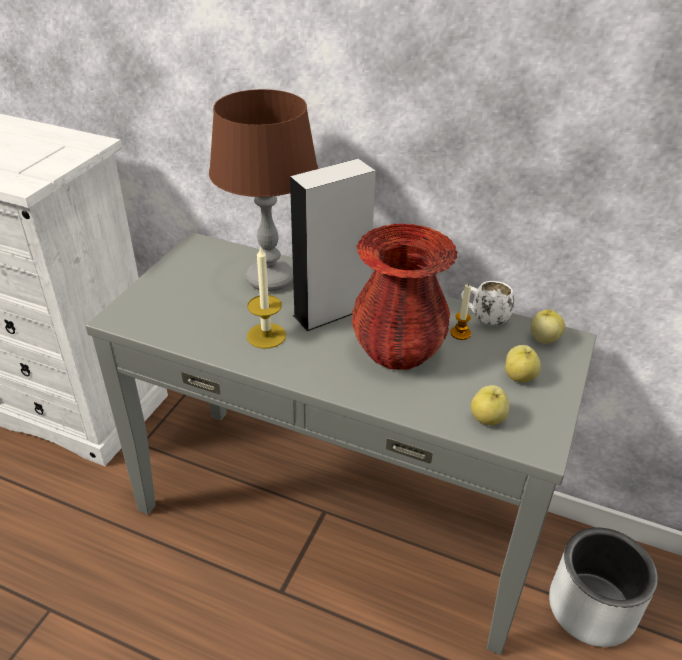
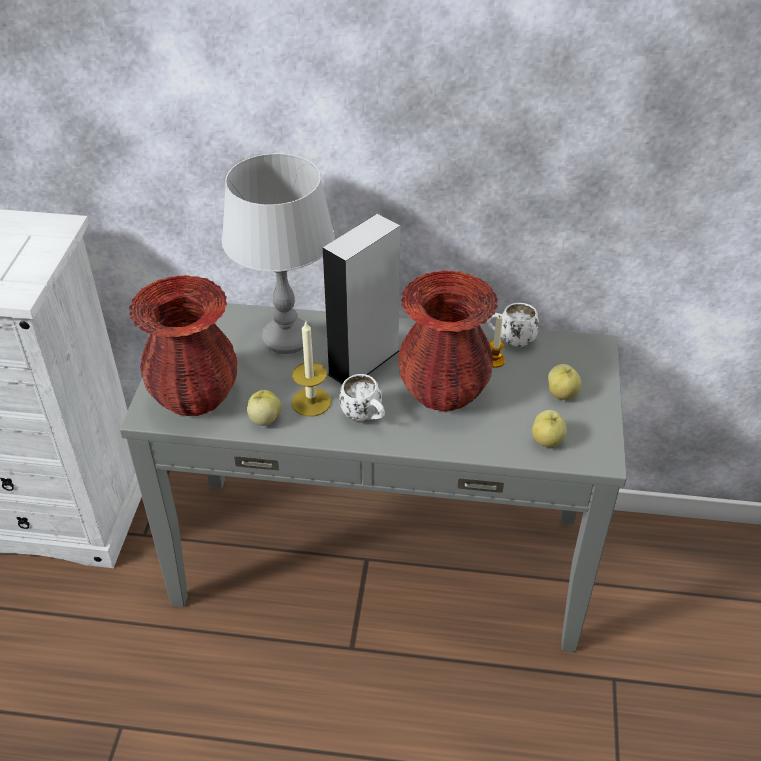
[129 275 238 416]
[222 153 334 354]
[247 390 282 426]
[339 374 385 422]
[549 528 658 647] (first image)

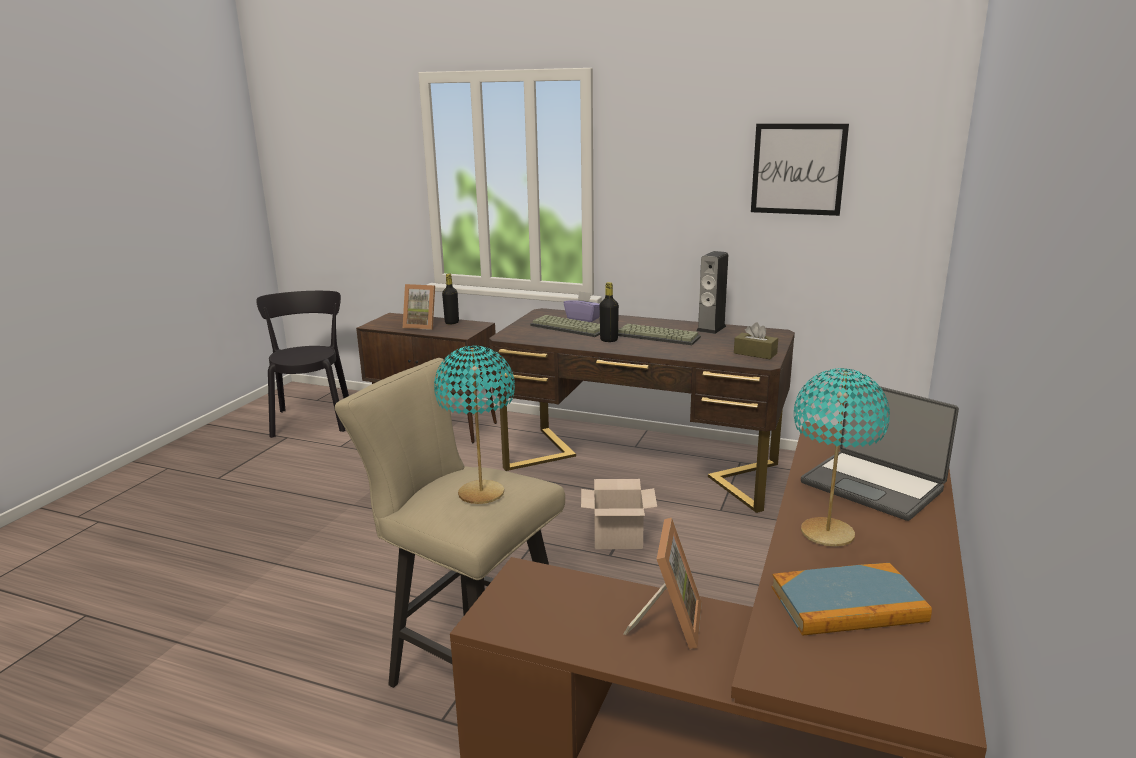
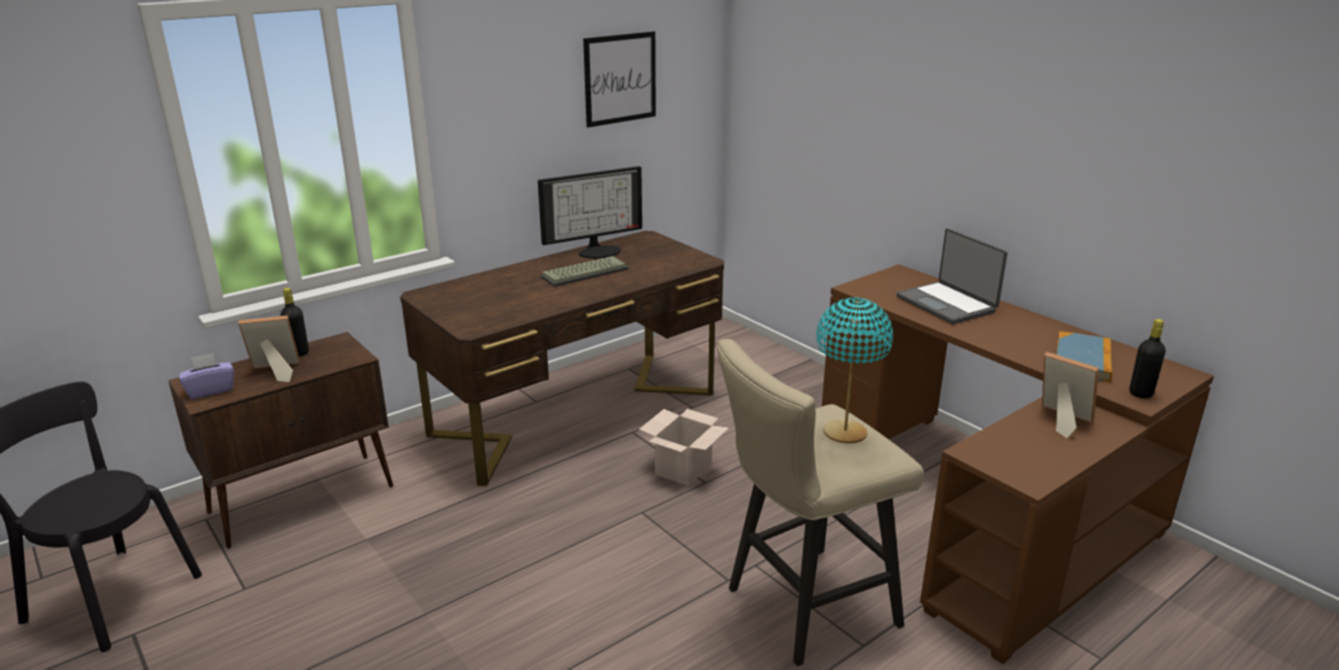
[179 353 234 399]
[238 315 300 382]
[538 166 642 259]
[896 228 1008 324]
[1129 319 1166 398]
[530 315 600 337] (first image)
[734 322 778 359] (first image)
[794 368 890 547] (first image)

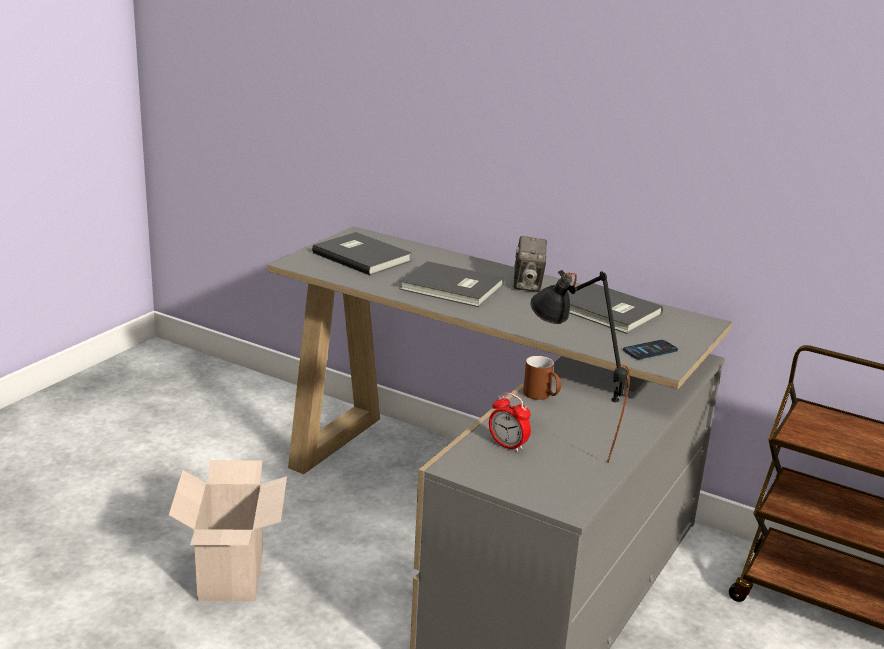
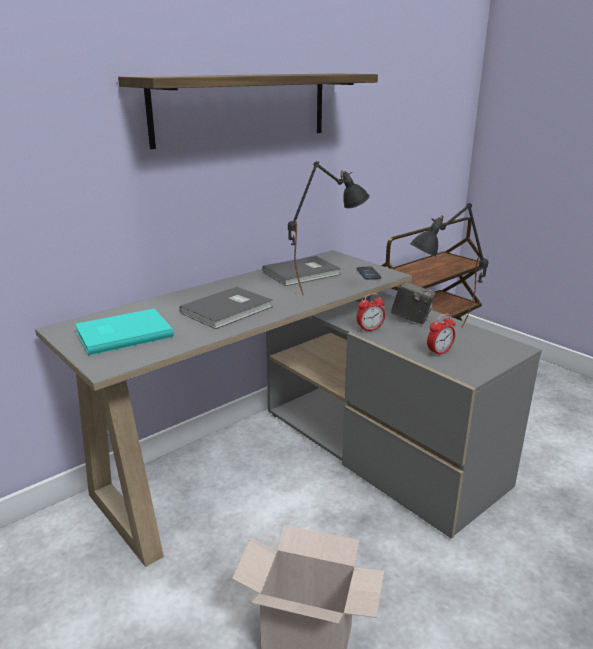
[75 309 173 355]
[118 73 378 149]
[288 161 370 295]
[357 293 385 332]
[391 281 436 324]

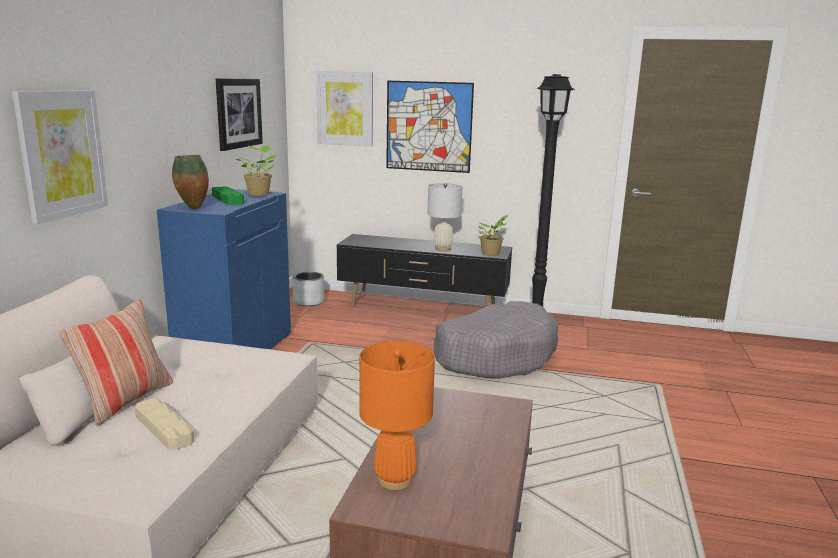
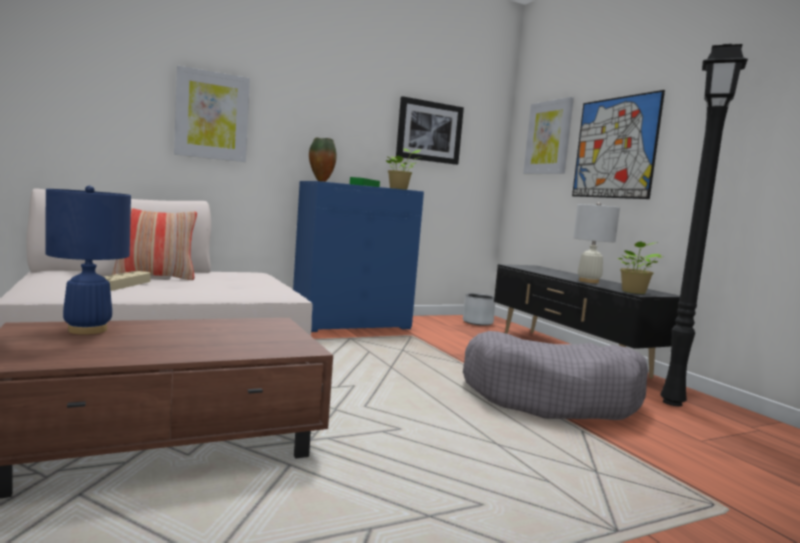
[45 186 131 334]

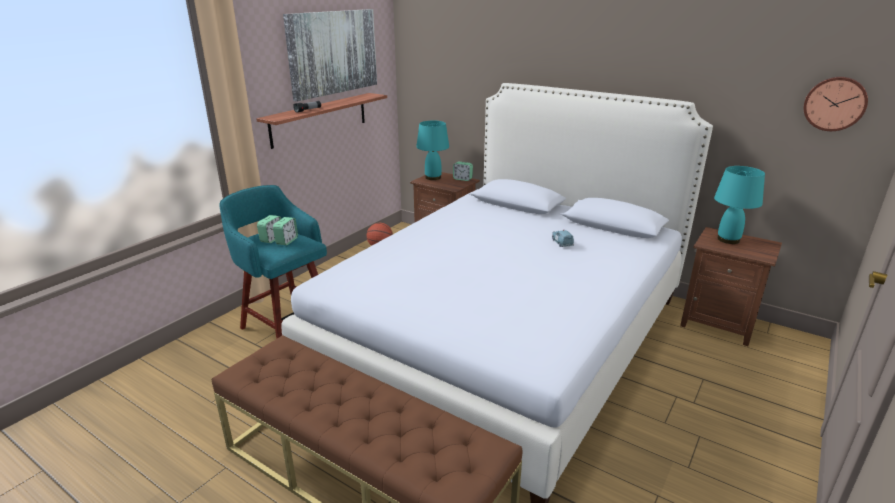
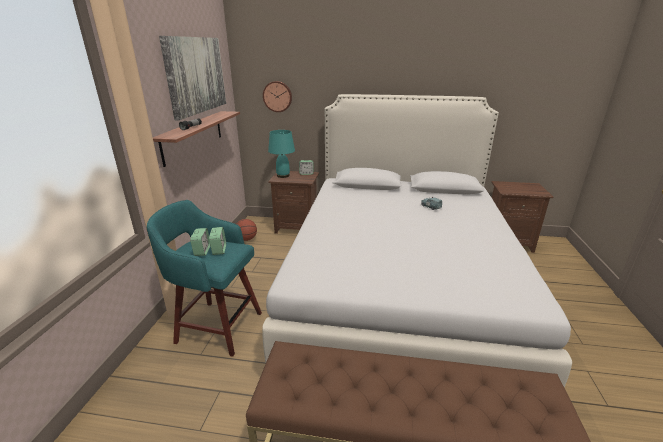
[263 81 292 112]
[714 166 765 244] (first image)

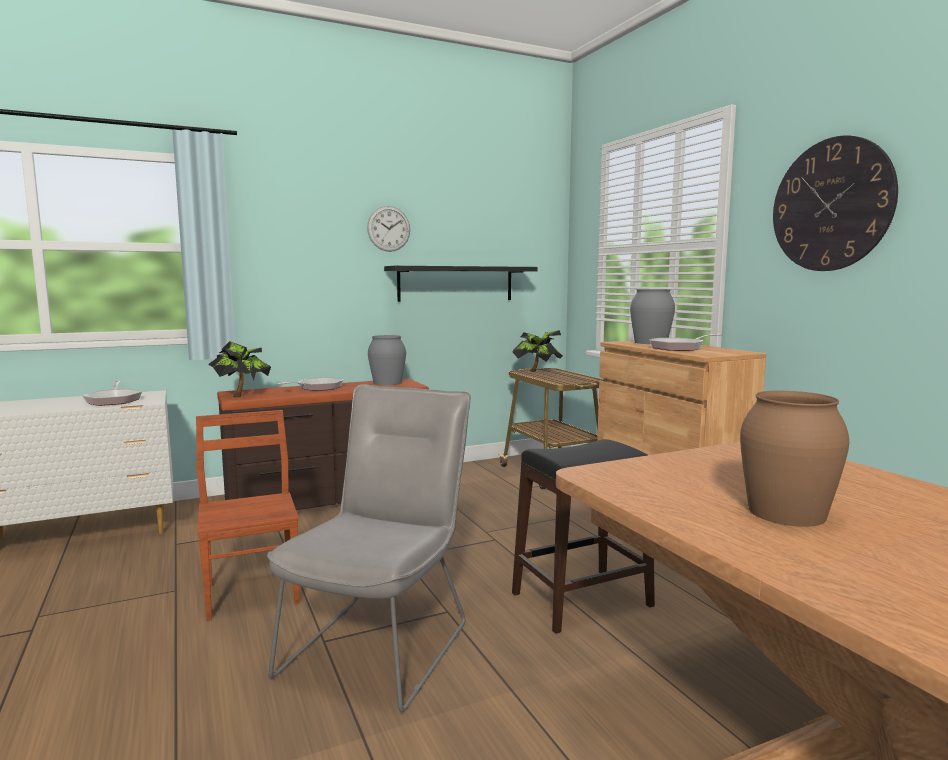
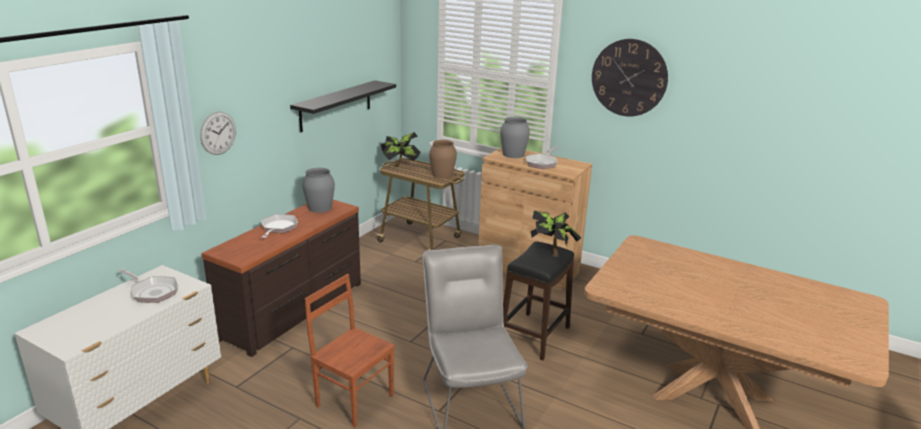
[200 112 236 155]
[429 140 457 179]
[531 210 581 257]

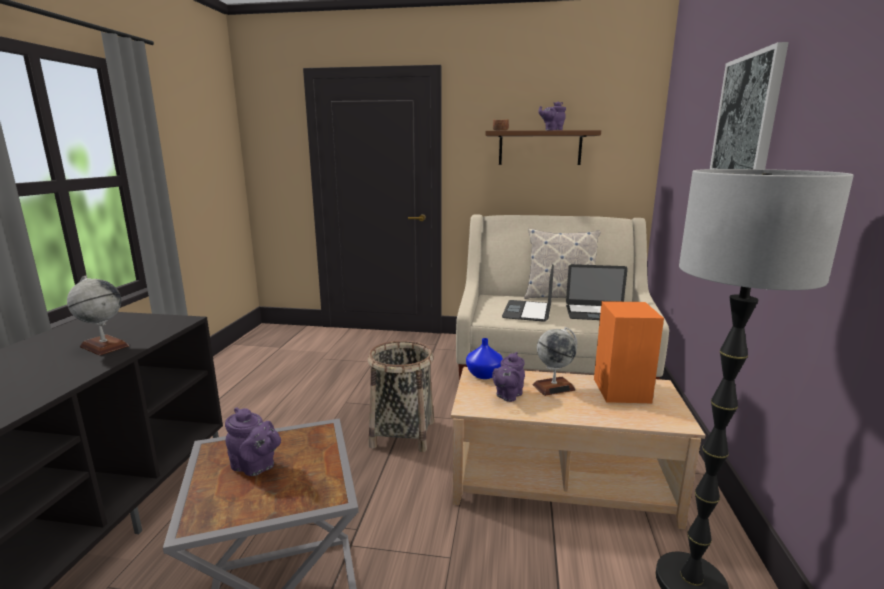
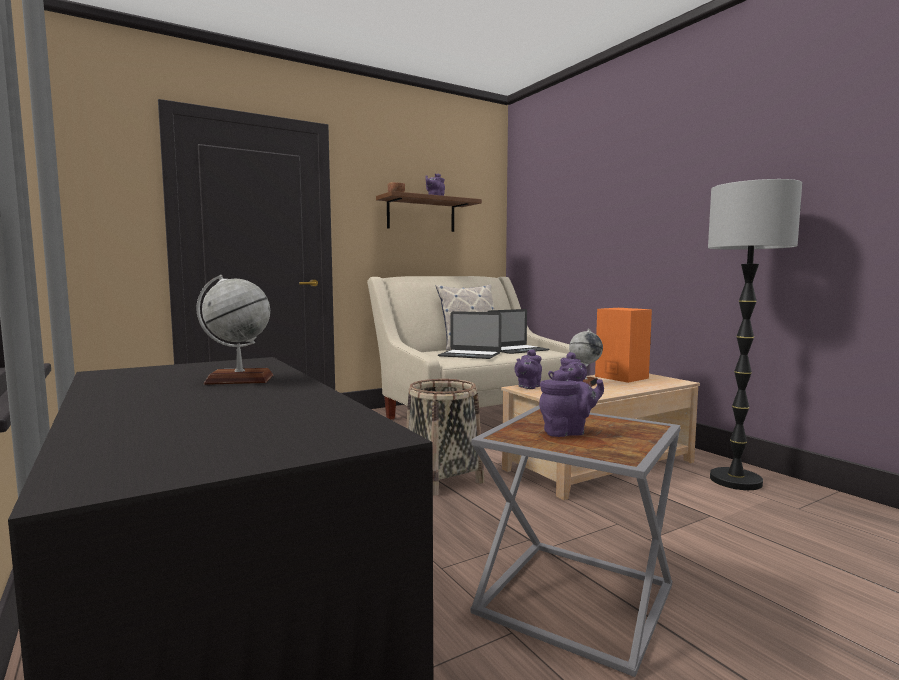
[438 311 502 359]
[515 349 542 389]
[710 42 789 169] (first image)

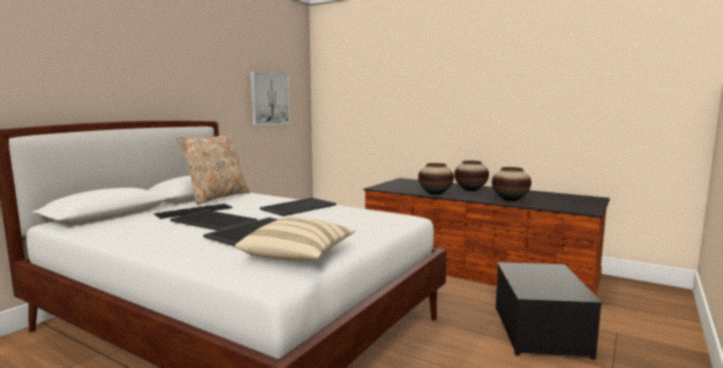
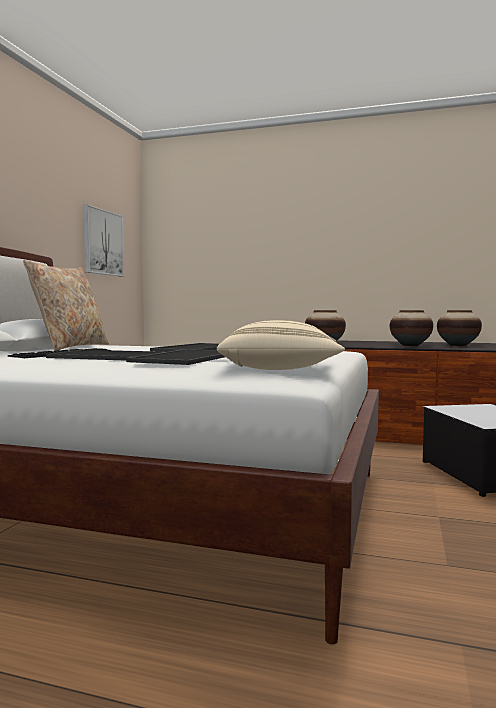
[437 310 482 346]

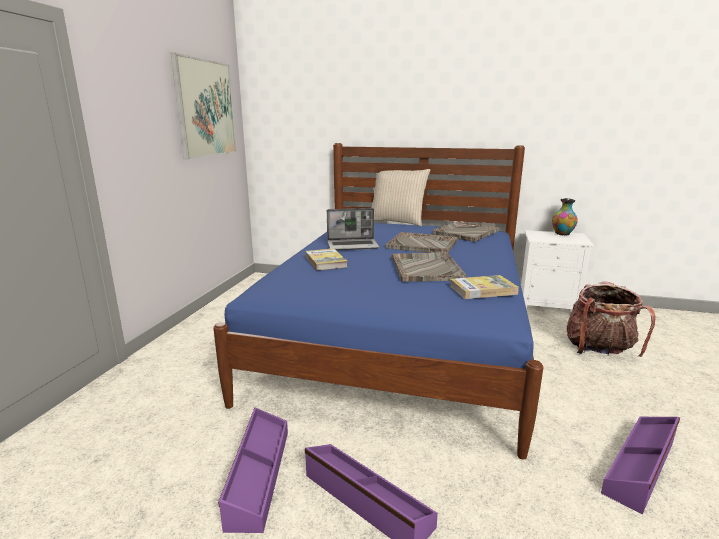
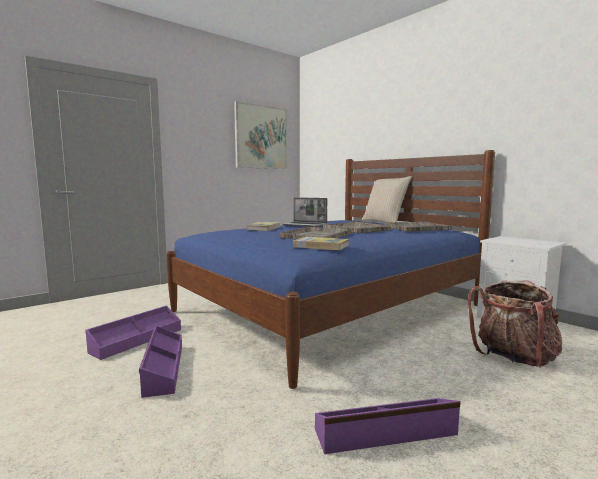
[552 198 578 235] (first image)

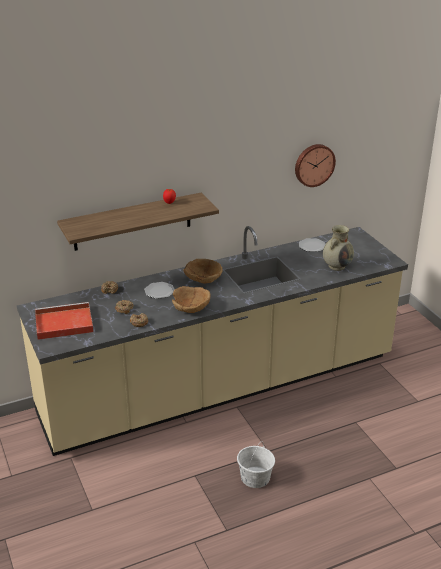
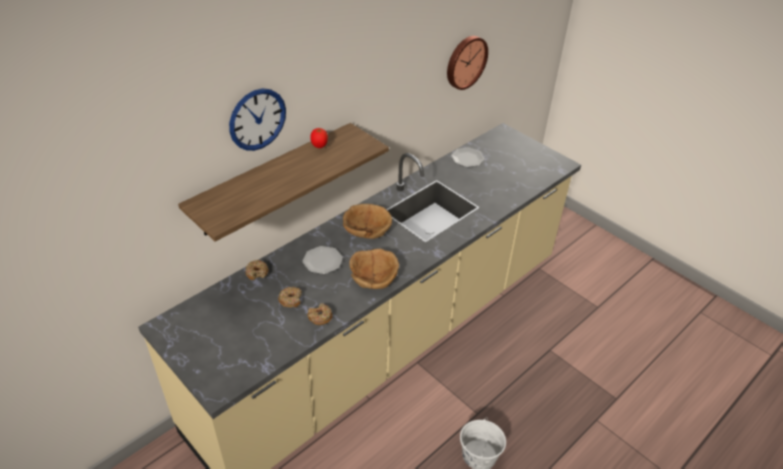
[229 88 286 151]
[35 302 94 340] (first image)
[323 225 354 271] (first image)

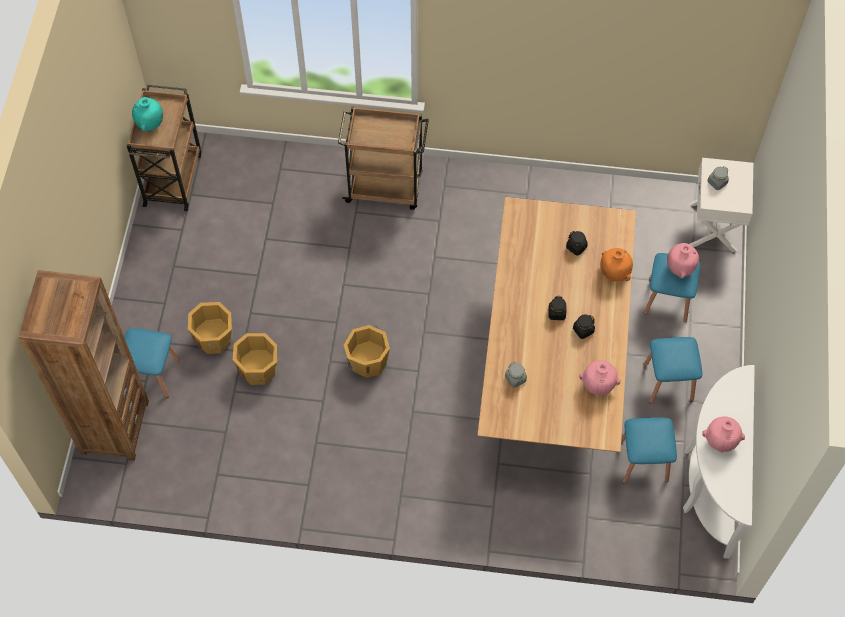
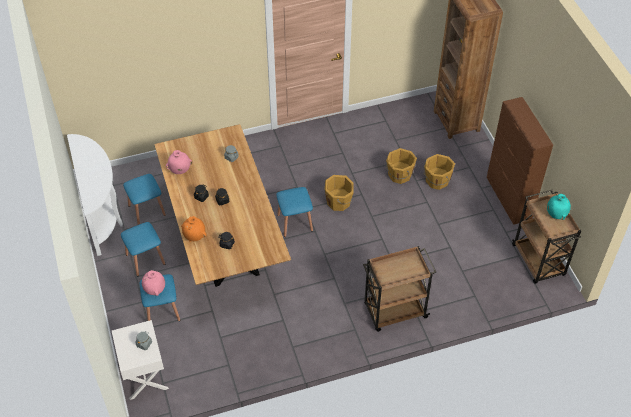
[276 187 313 237]
[487 97 553 225]
[702 416 745 453] (first image)

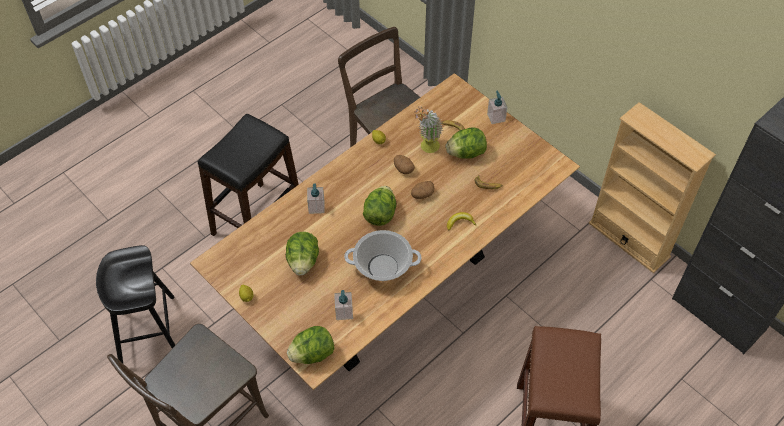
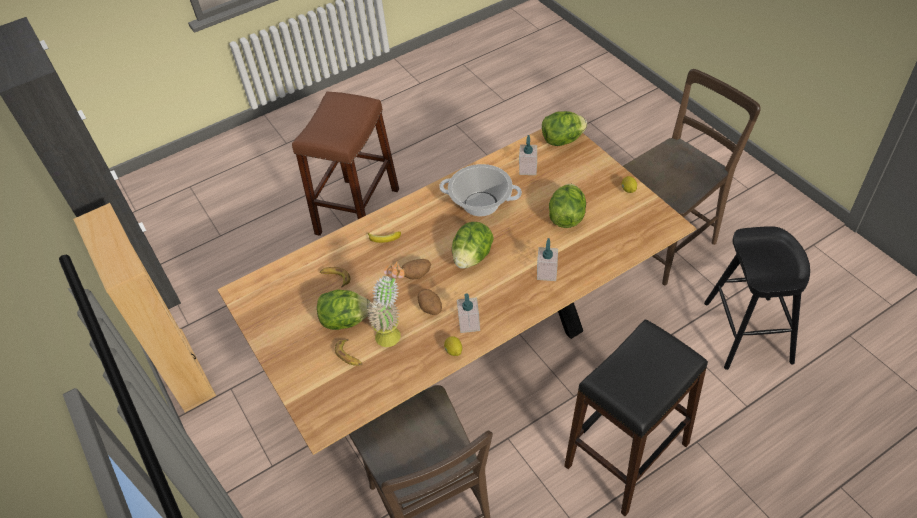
[457 294 480 333]

